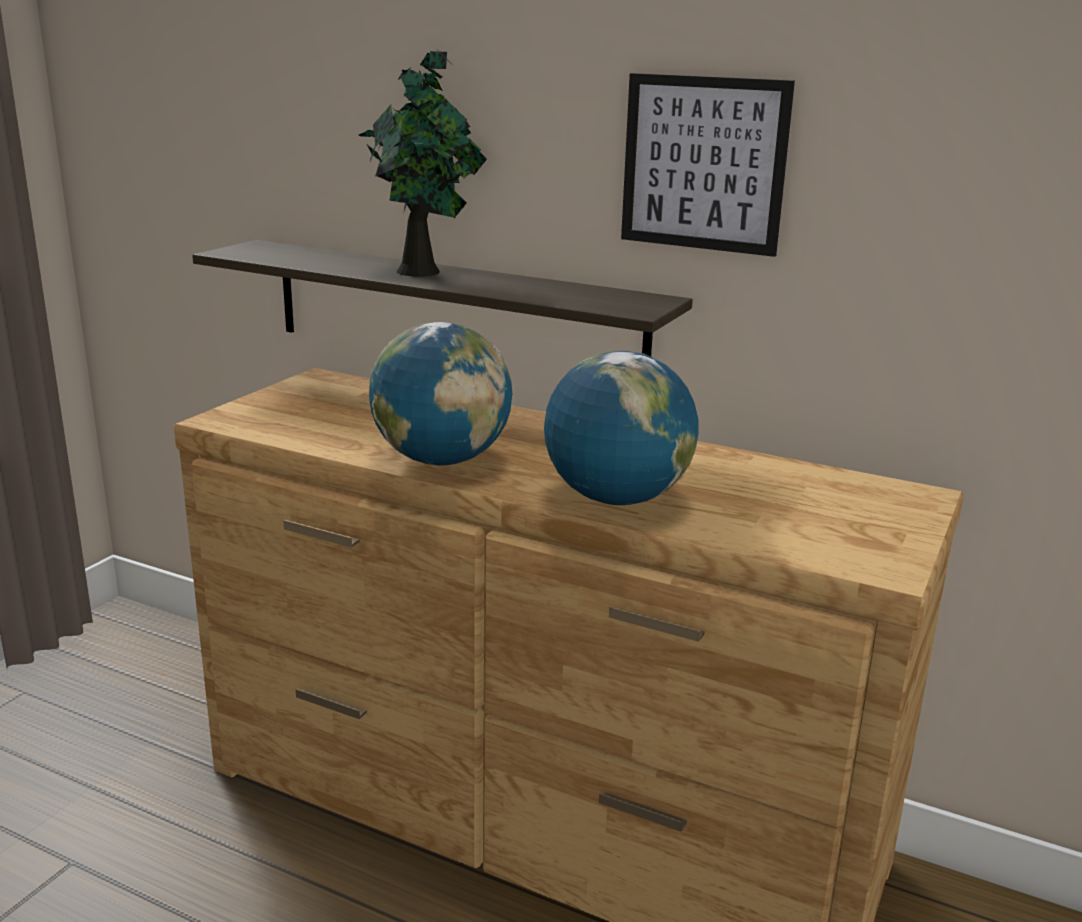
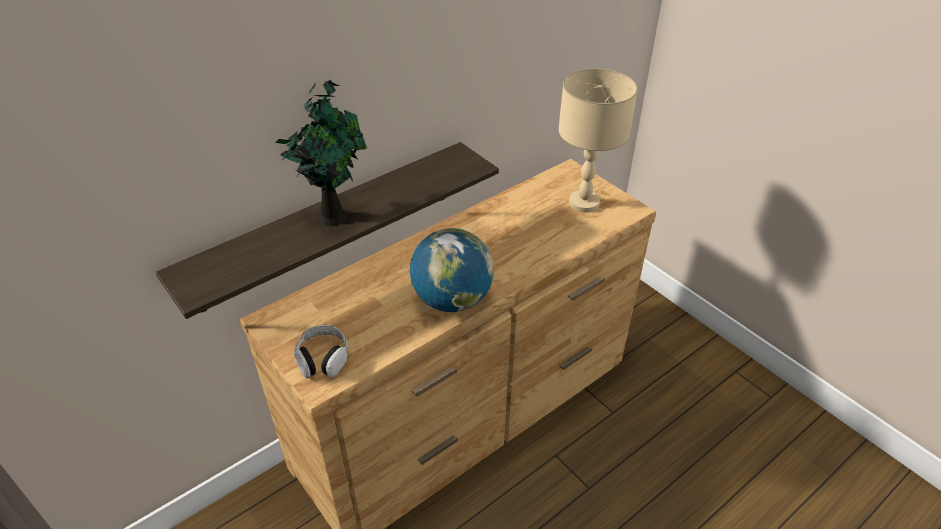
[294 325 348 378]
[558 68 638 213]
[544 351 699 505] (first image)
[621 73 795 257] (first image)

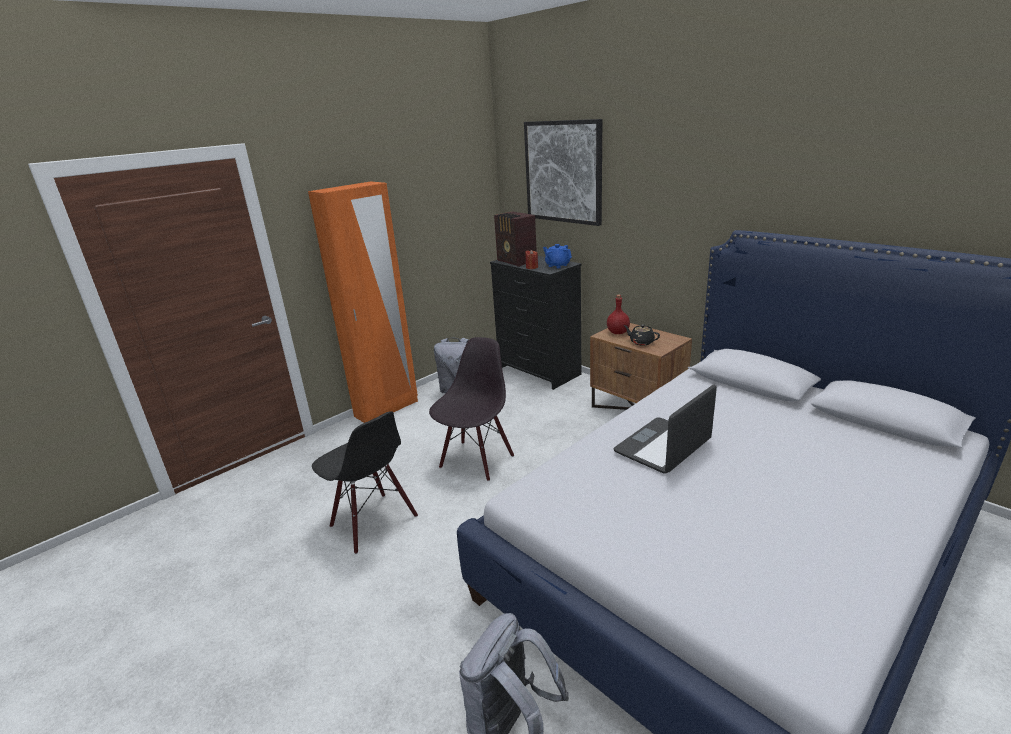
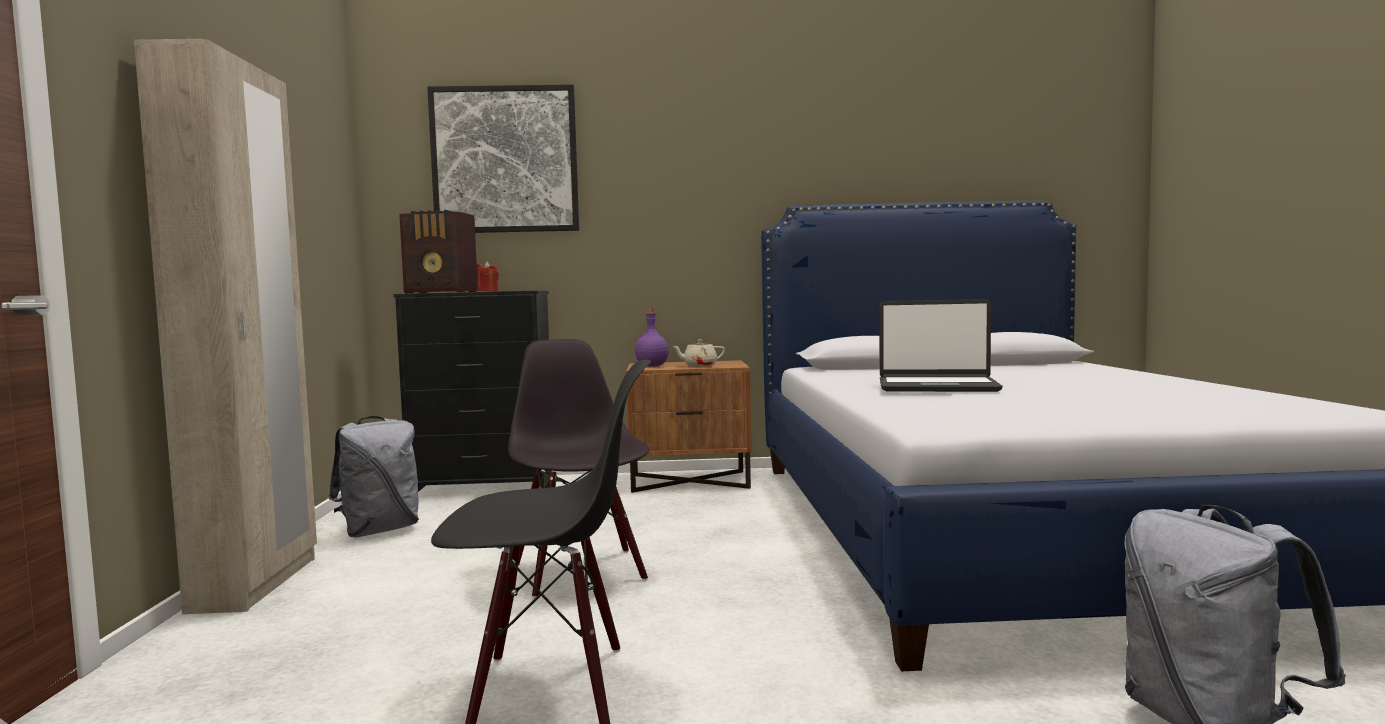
[134 39 317 614]
[635 308 669 367]
[672 339 725 367]
[879 299 1003 392]
[543 244 572 268] (first image)

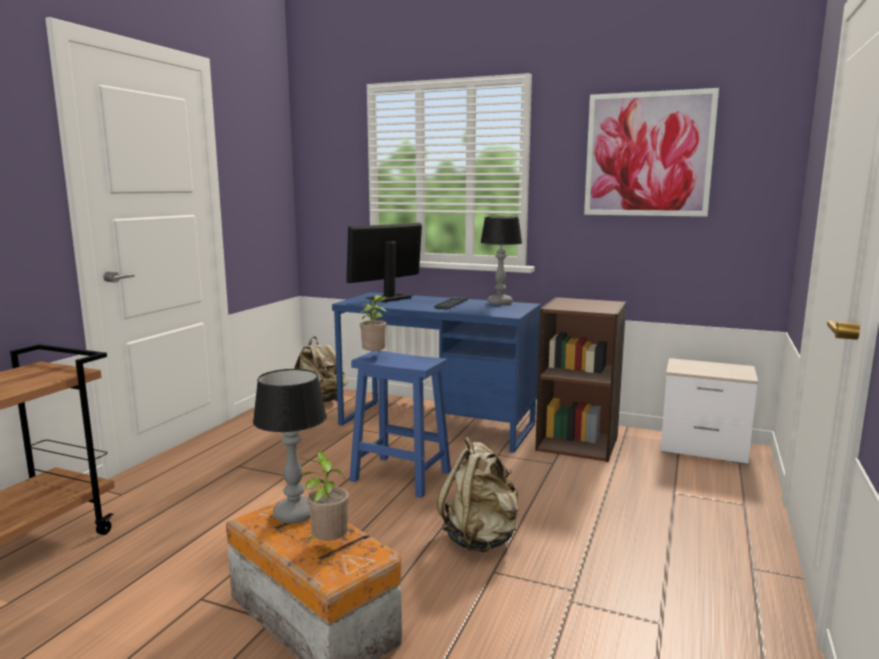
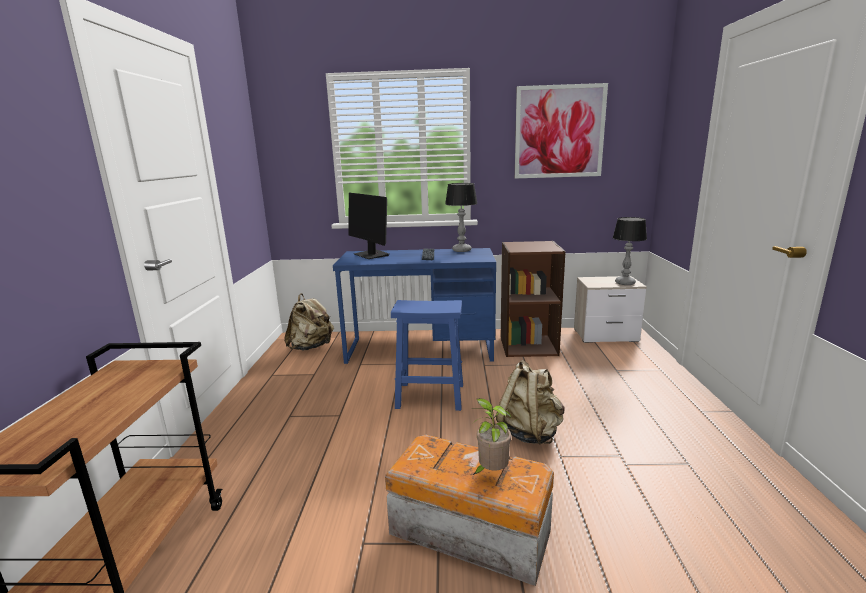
[348 193 389 259]
[612 217 647 285]
[359 295 387 353] (first image)

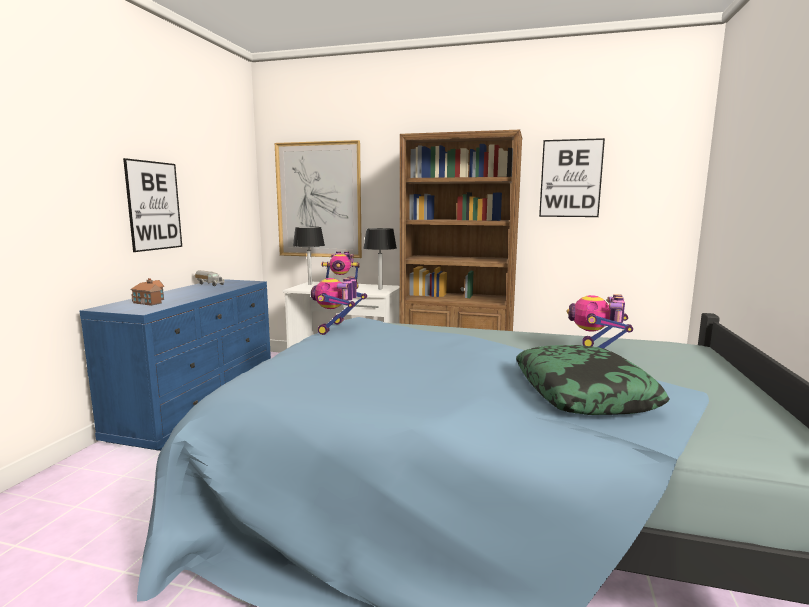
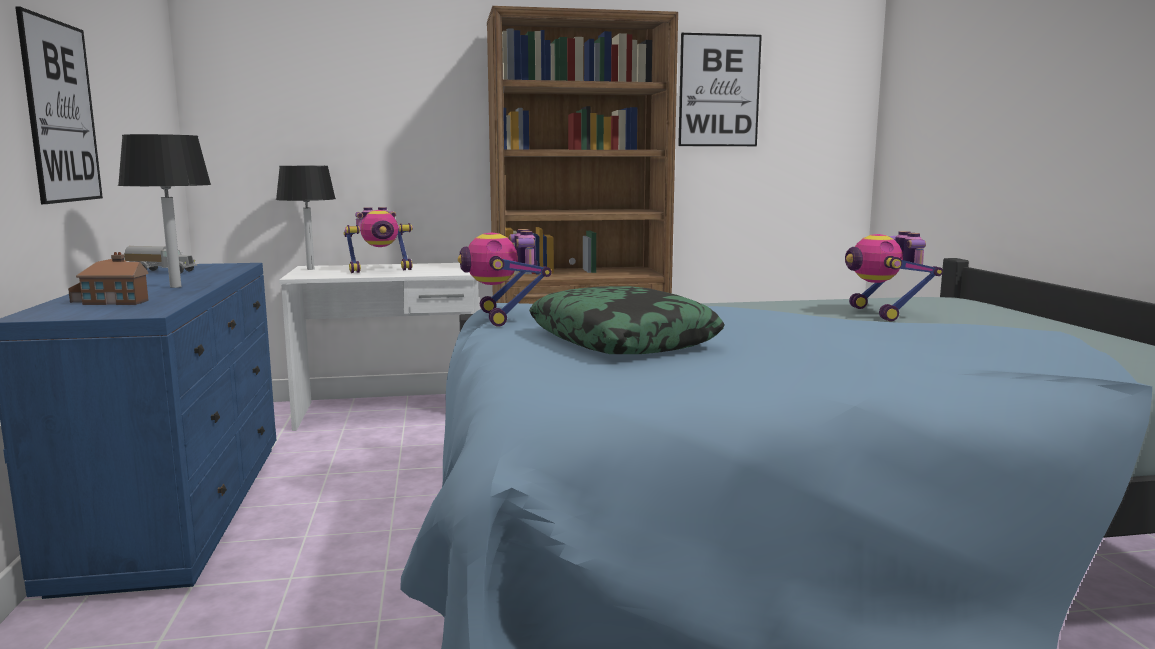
[118 134 211 288]
[529 286 725 354]
[275 140 362 258] (first image)

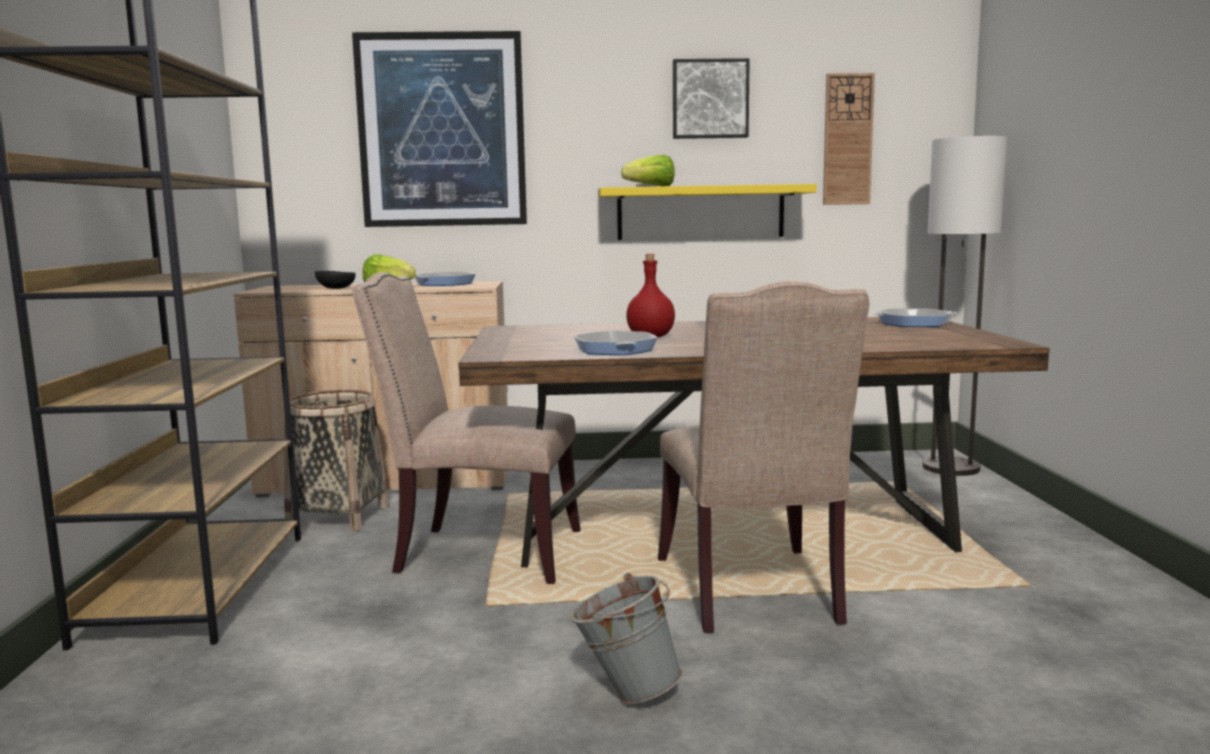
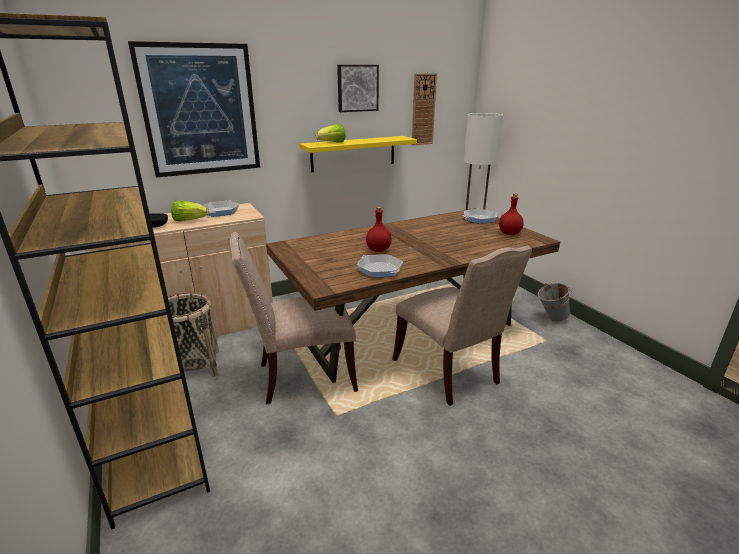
[499 194 524 235]
[538 283 572 322]

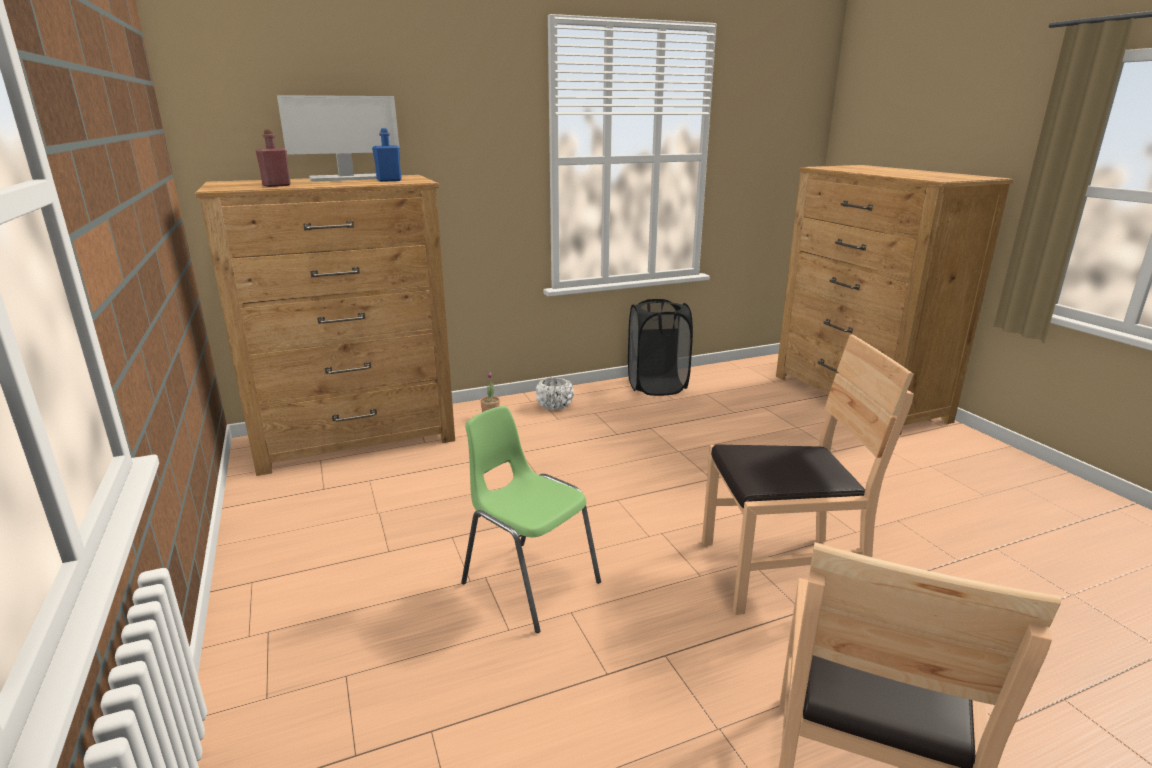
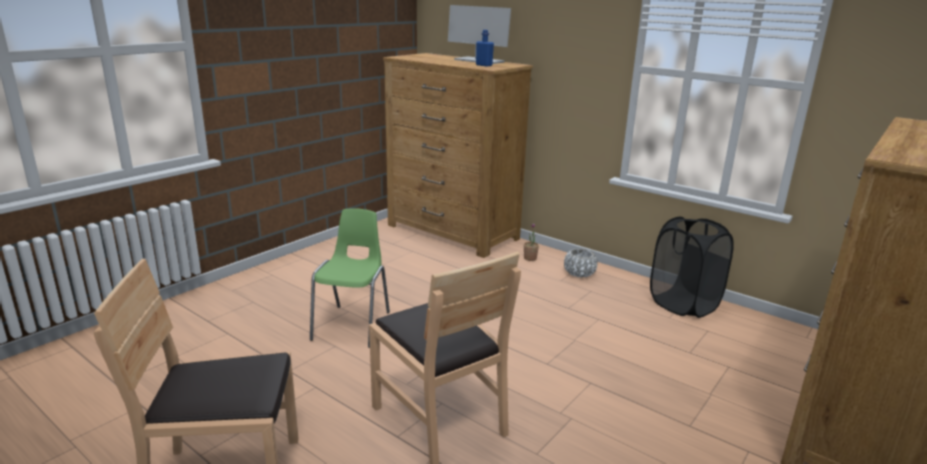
[256 129 291 187] (first image)

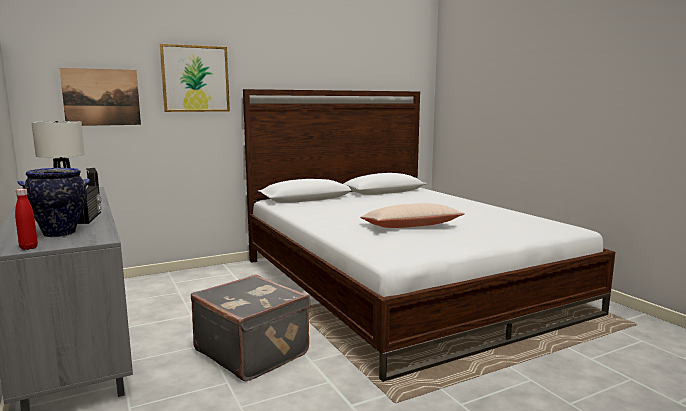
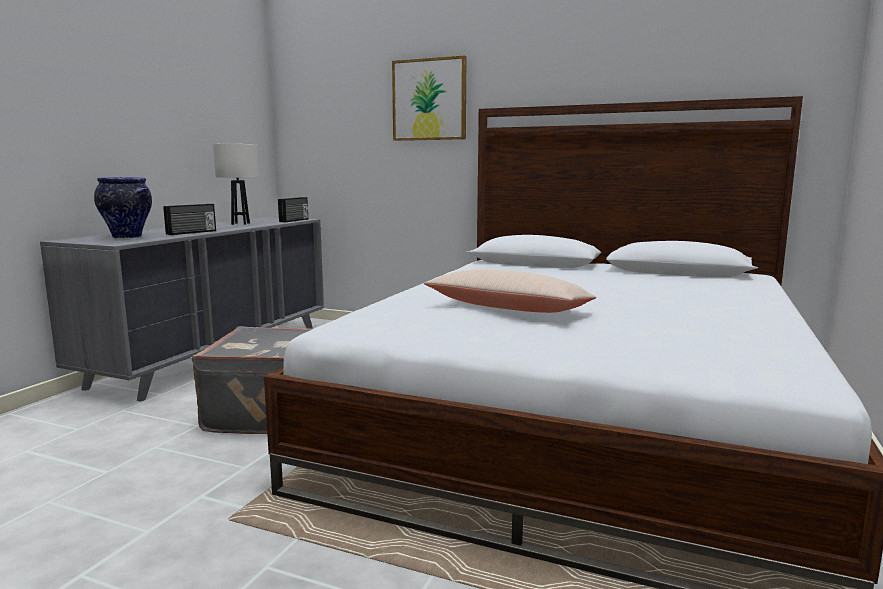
[15 189 38 250] (first image)
[60 68 141 126] (first image)

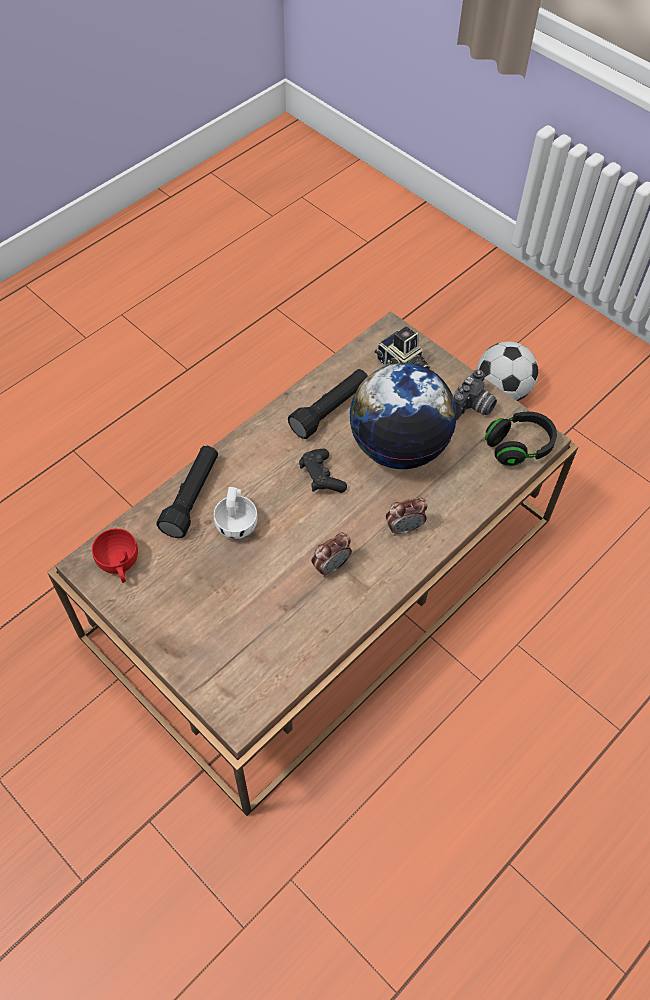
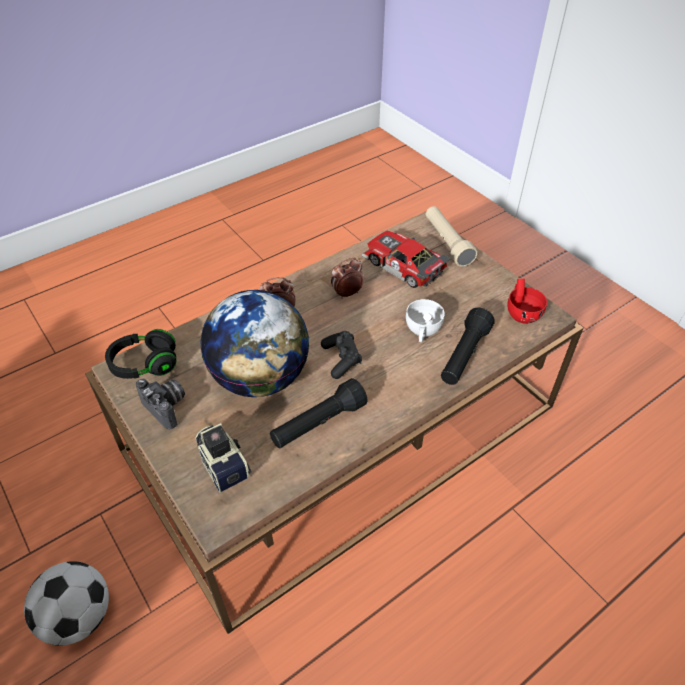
[136 379 185 429]
[361 231 451 288]
[426 206 478 267]

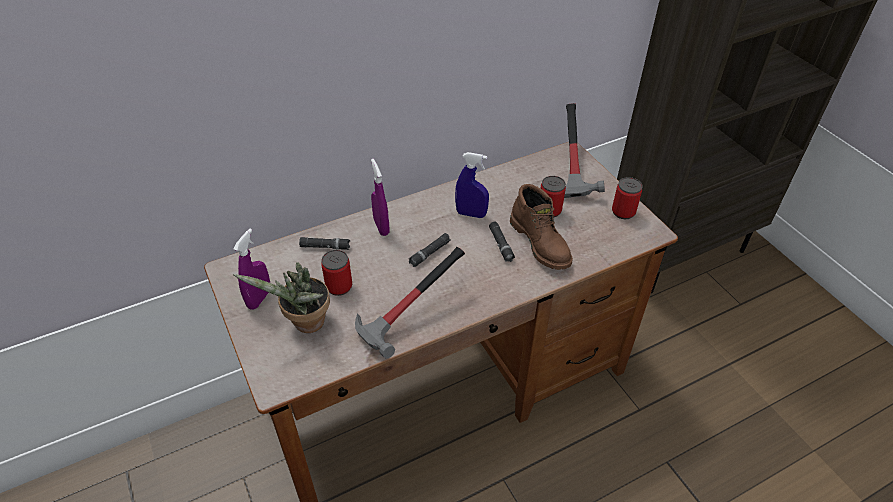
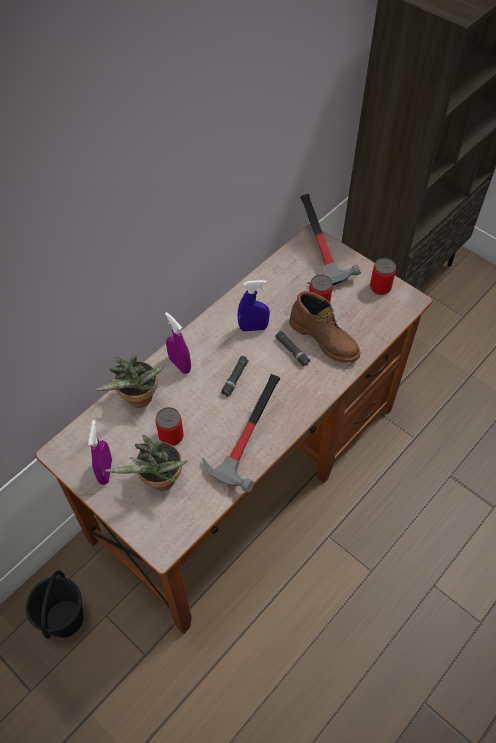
[26 571 84 639]
[96 355 165 408]

